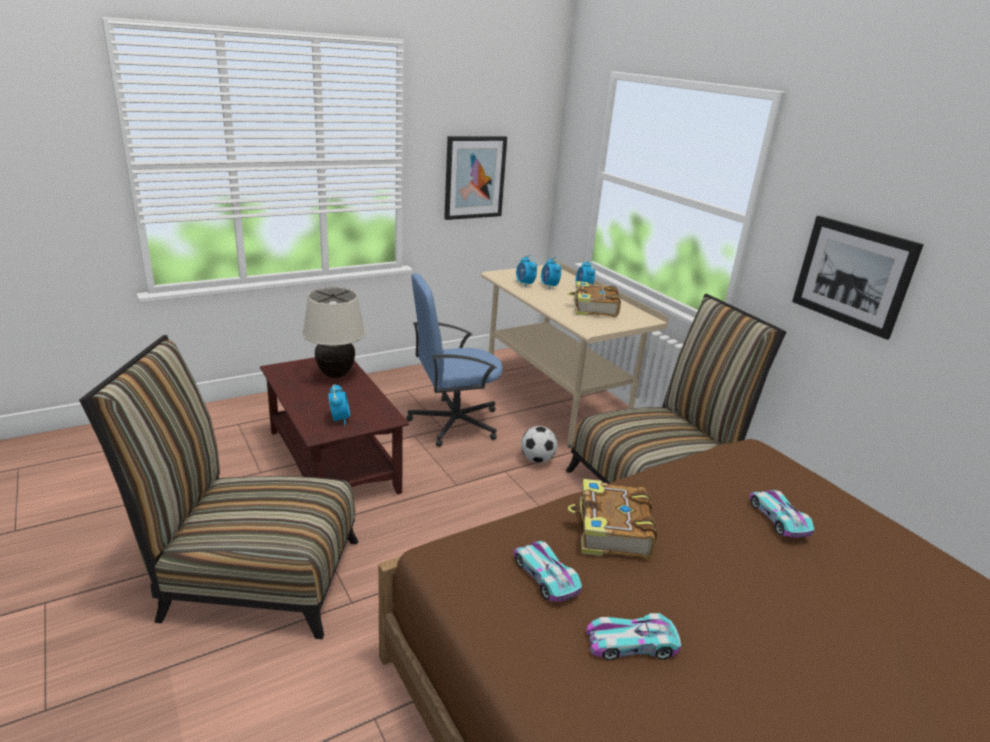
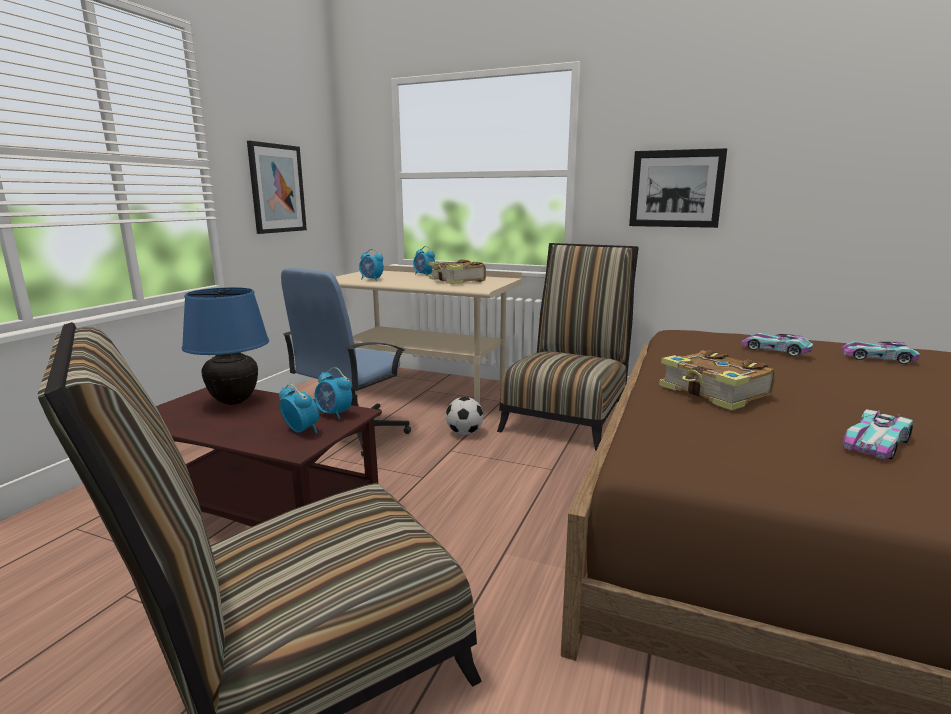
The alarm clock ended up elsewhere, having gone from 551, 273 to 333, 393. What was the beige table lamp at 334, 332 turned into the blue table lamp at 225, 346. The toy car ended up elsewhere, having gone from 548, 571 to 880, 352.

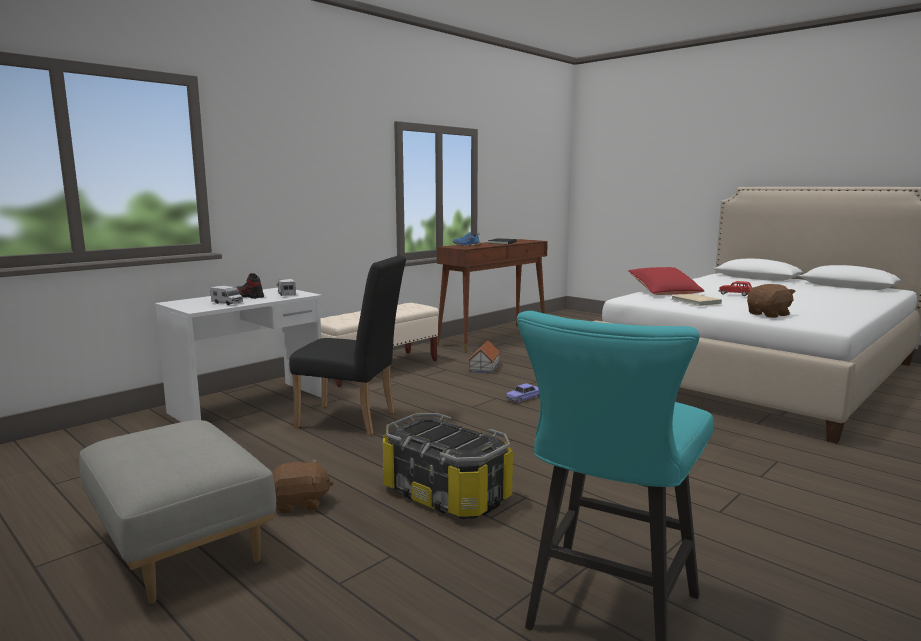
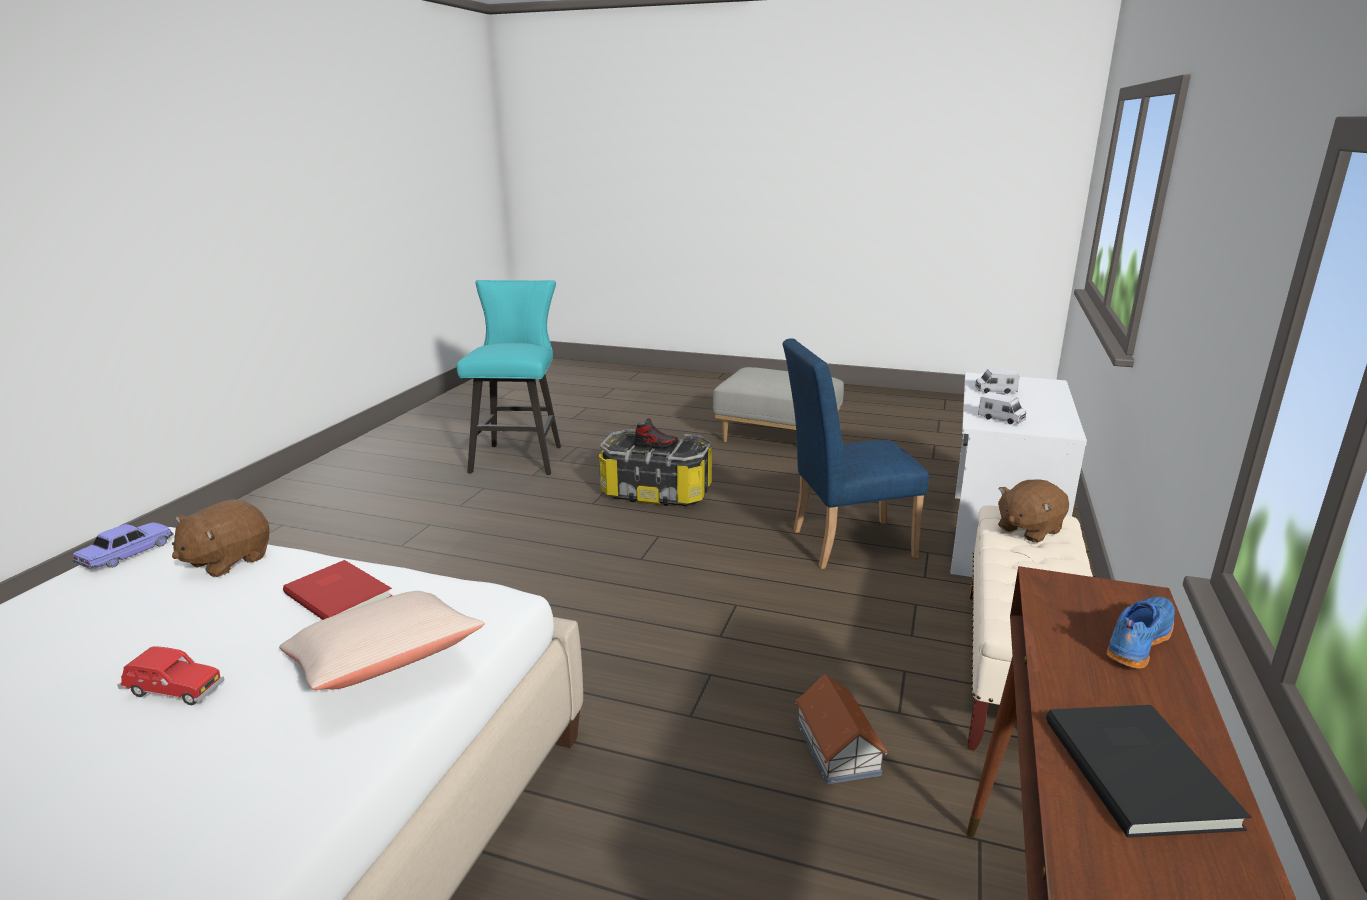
What was the black chair at 347, 345 turned into the blue chair at 855, 453. What was the red pillow at 666, 281 turned into the beige pillow at 382, 640. The shoe ended up elsewhere, having gone from 250, 286 to 655, 434. What was the beige book at 696, 300 turned into the red book at 338, 590. The toy car ended up elsewhere, having gone from 522, 393 to 123, 545. The brown plush toy ended up elsewhere, having gone from 302, 486 to 1033, 510.

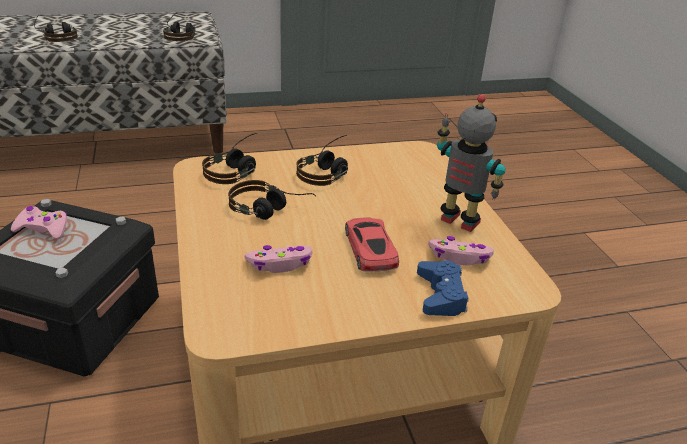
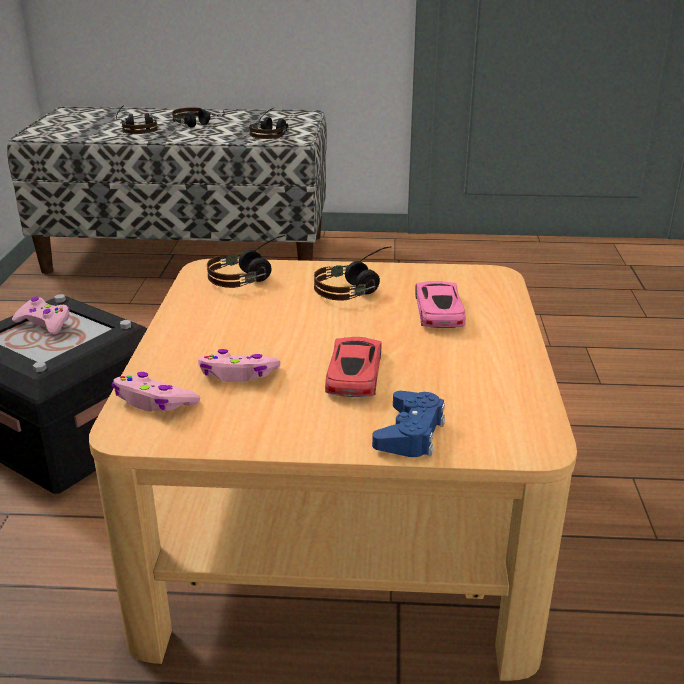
The second view lost the toy robot at 471, 163. The headphones ended up elsewhere, having gone from 272, 200 to 198, 117. The pink game controller ended up elsewhere, having gone from 461, 251 to 156, 392. The second view gained the pink toy car at 440, 304.

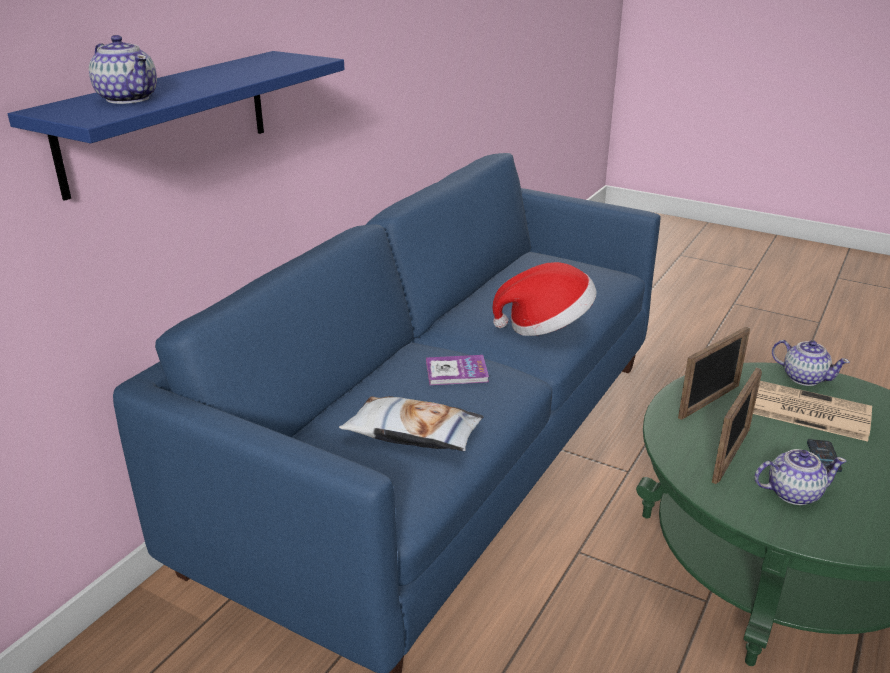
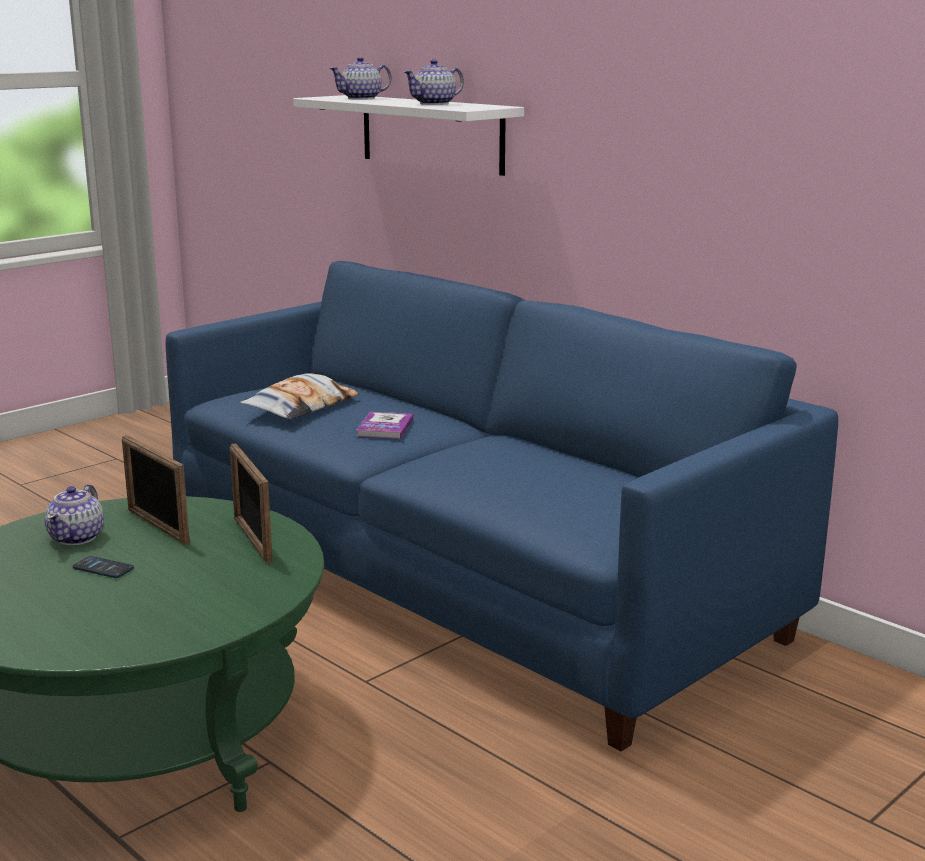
What was the blue shelf at 176, 126 turned into the white shelf at 408, 135. The second view lost the hat at 544, 299. The teapot ended up elsewhere, having gone from 811, 363 to 434, 82. The second view lost the newspaper at 812, 411.

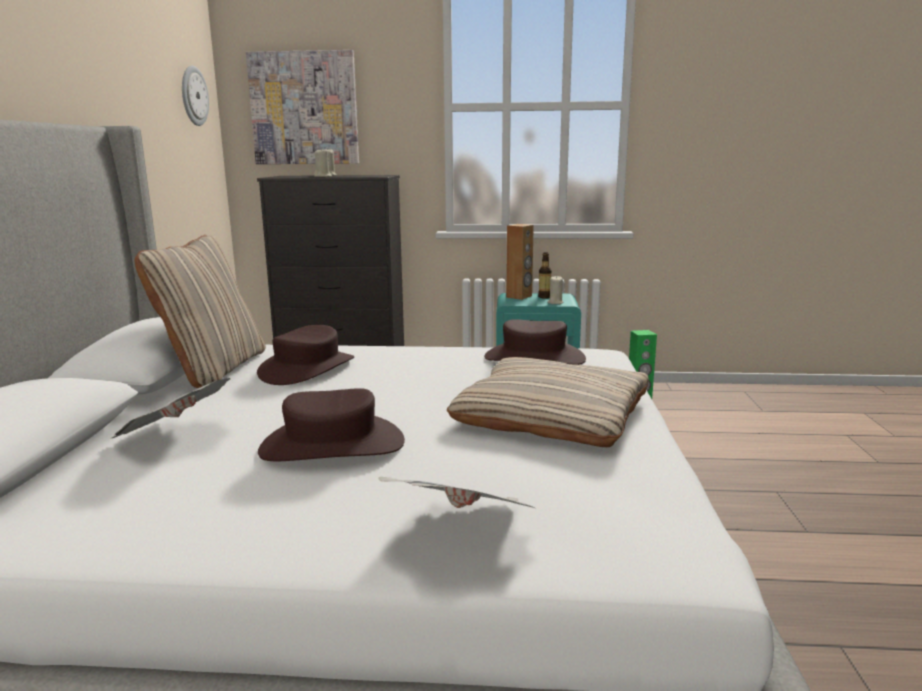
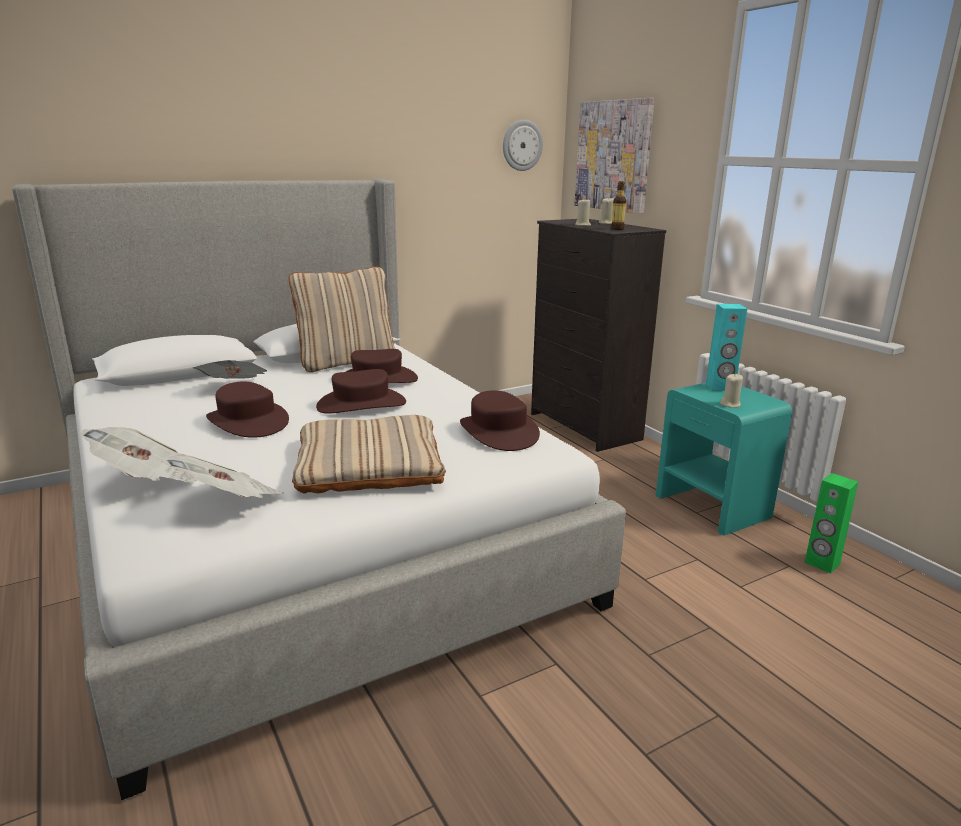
What was the brown speaker at 520, 262 turned into the turquoise speaker at 726, 347. The bottle ended up elsewhere, having gone from 544, 276 to 618, 205. The second view gained the brown hat at 361, 391. The second view gained the newspaper at 222, 476.

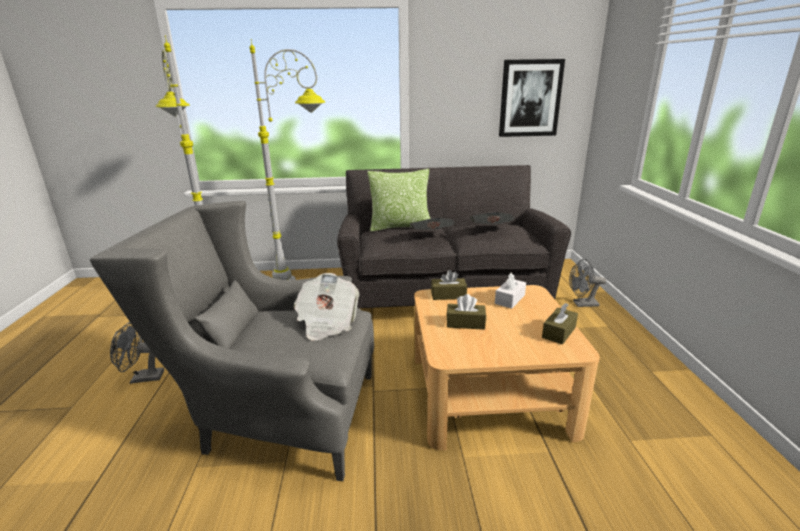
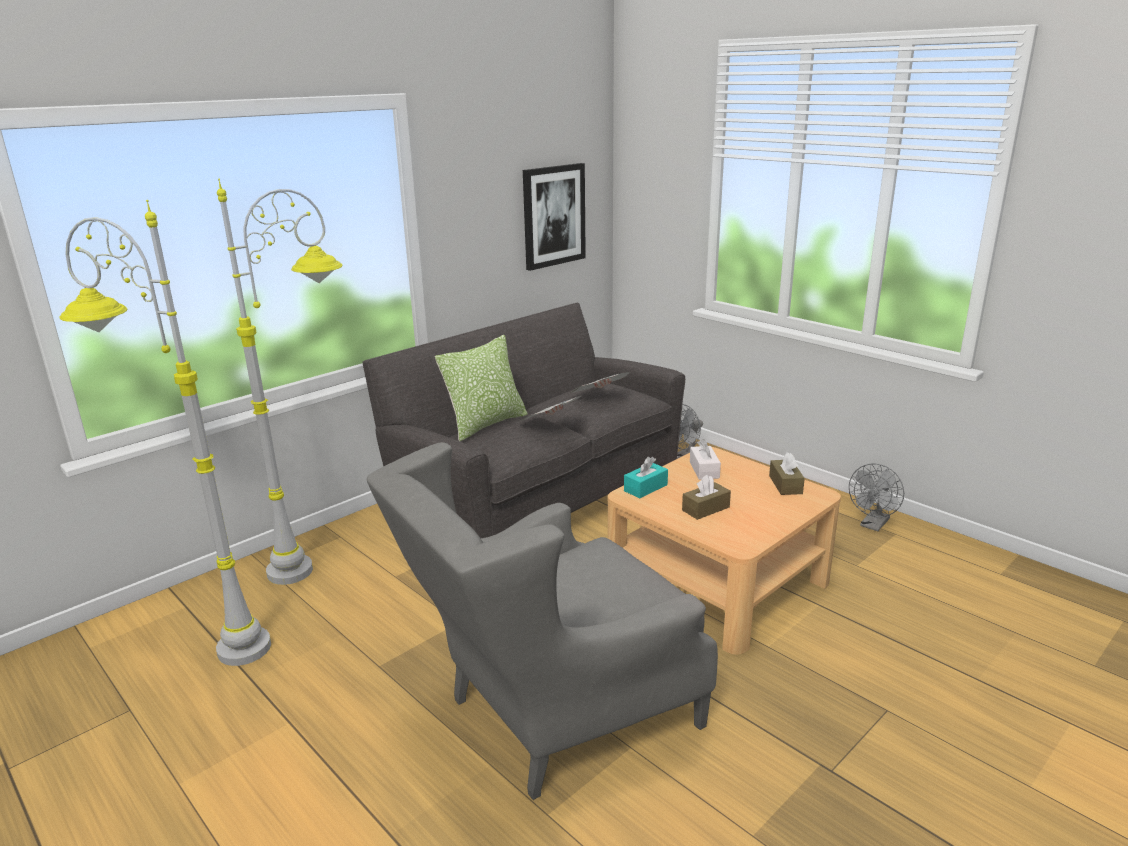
What was the brown tissue box at 449, 285 turned into the turquoise tissue box at 646, 478. The second view lost the newspaper at 327, 307. The grey fan ended up elsewhere, having gone from 137, 353 to 876, 497.

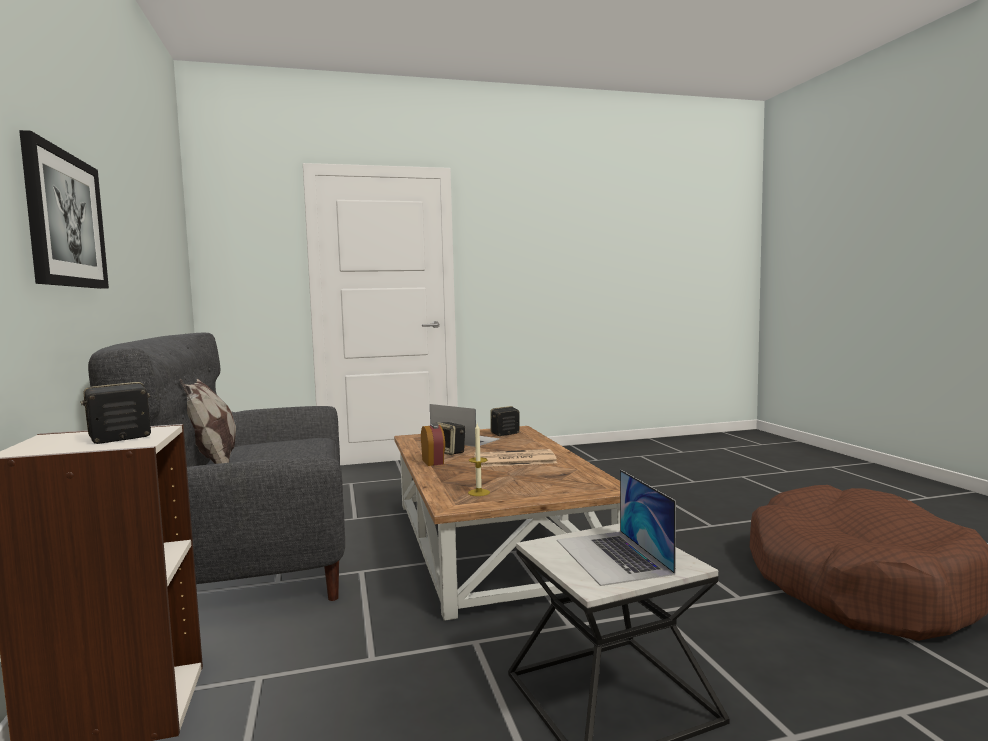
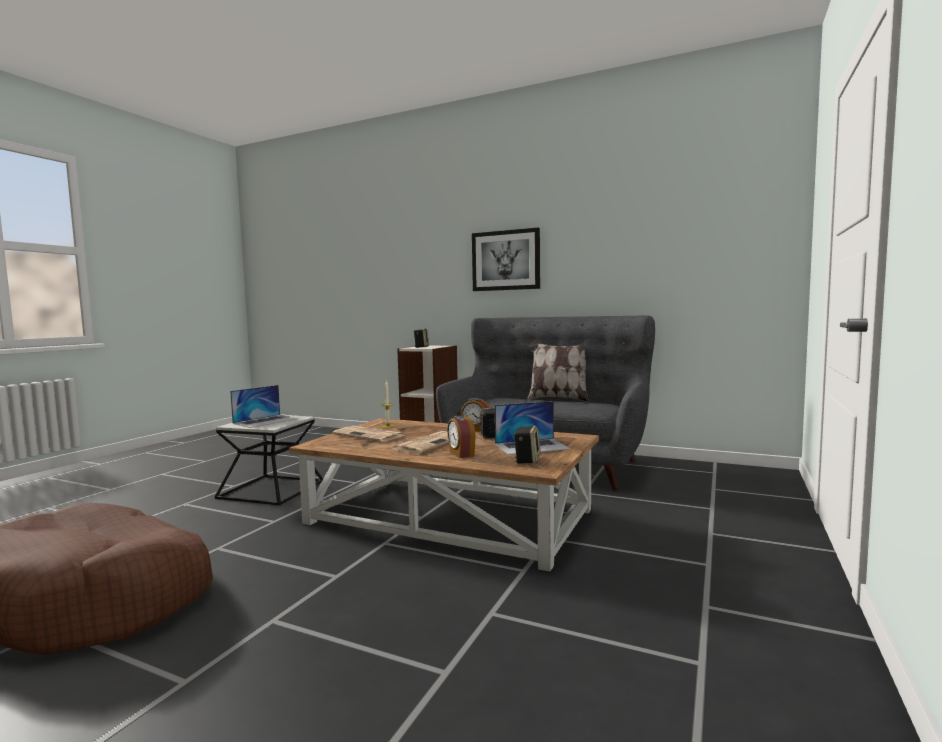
The laptop at 616, 528 ended up facing another way, 105 degrees clockwise from before. The second view gained the alarm clock at 461, 437. The second view gained the newspaper at 369, 434.

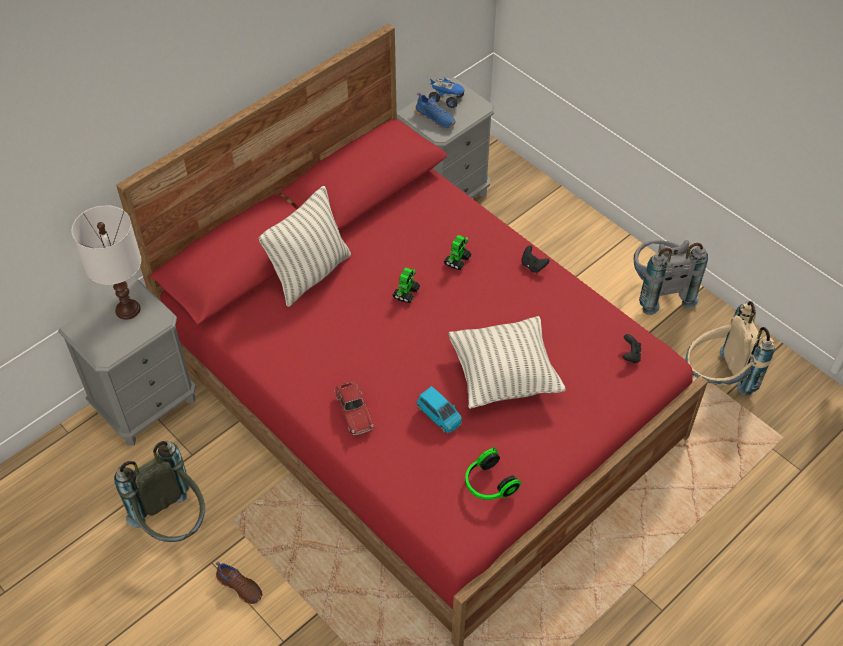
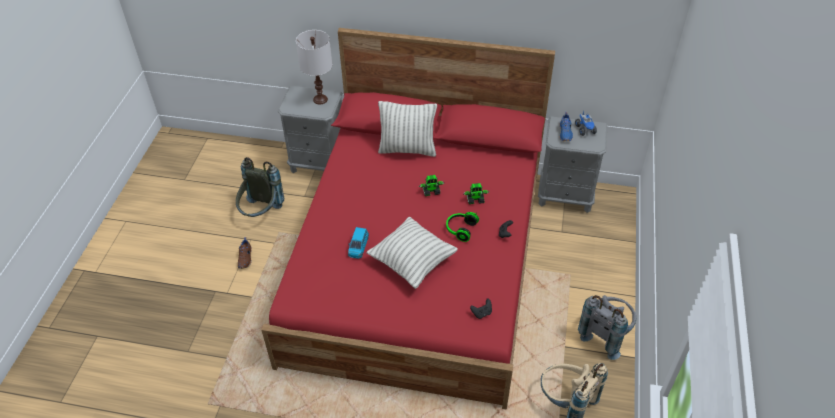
The second view lost the toy car at 354, 408. The headphones ended up elsewhere, having gone from 493, 473 to 462, 227.

